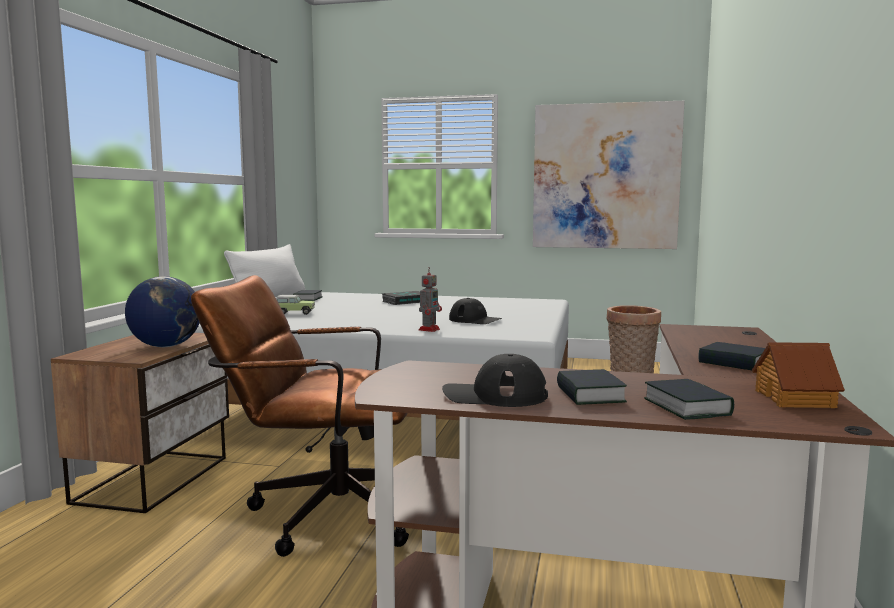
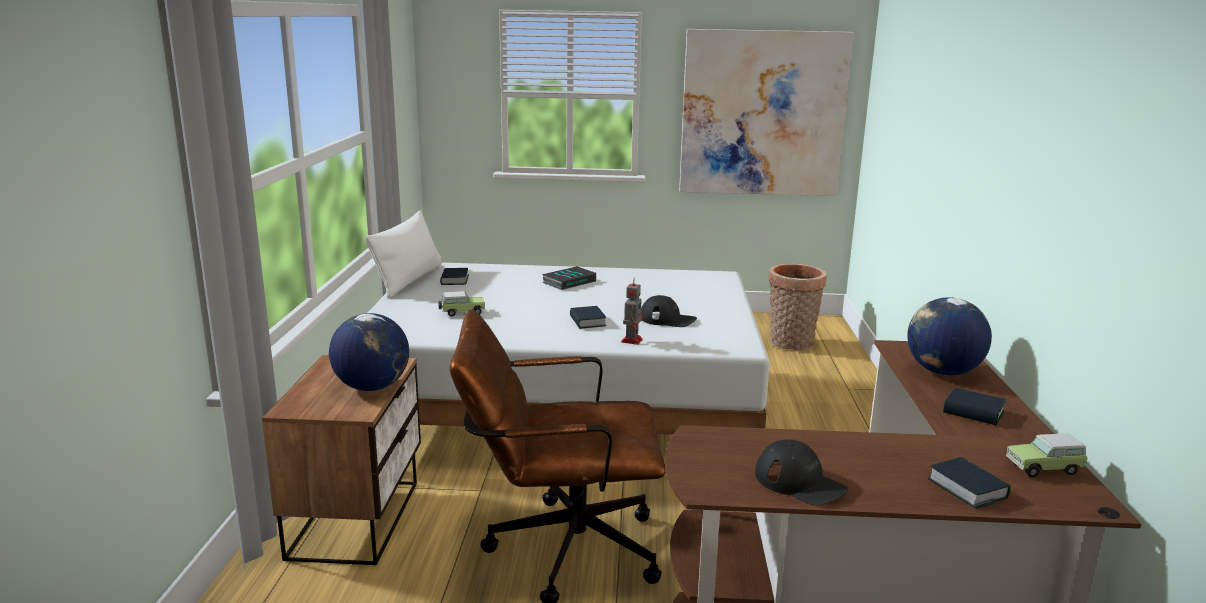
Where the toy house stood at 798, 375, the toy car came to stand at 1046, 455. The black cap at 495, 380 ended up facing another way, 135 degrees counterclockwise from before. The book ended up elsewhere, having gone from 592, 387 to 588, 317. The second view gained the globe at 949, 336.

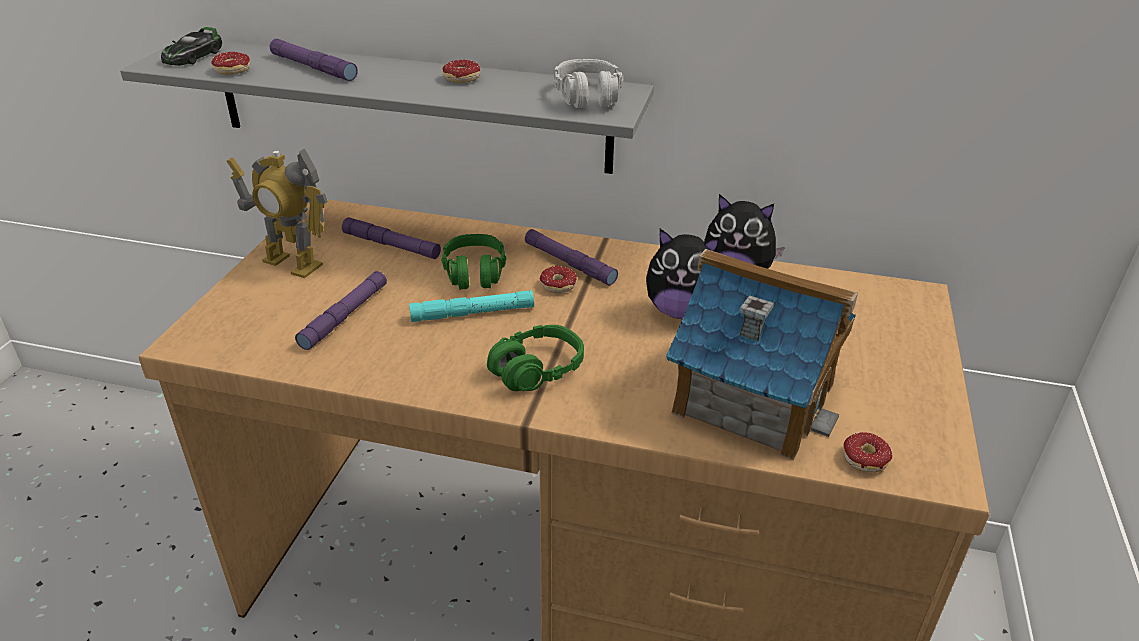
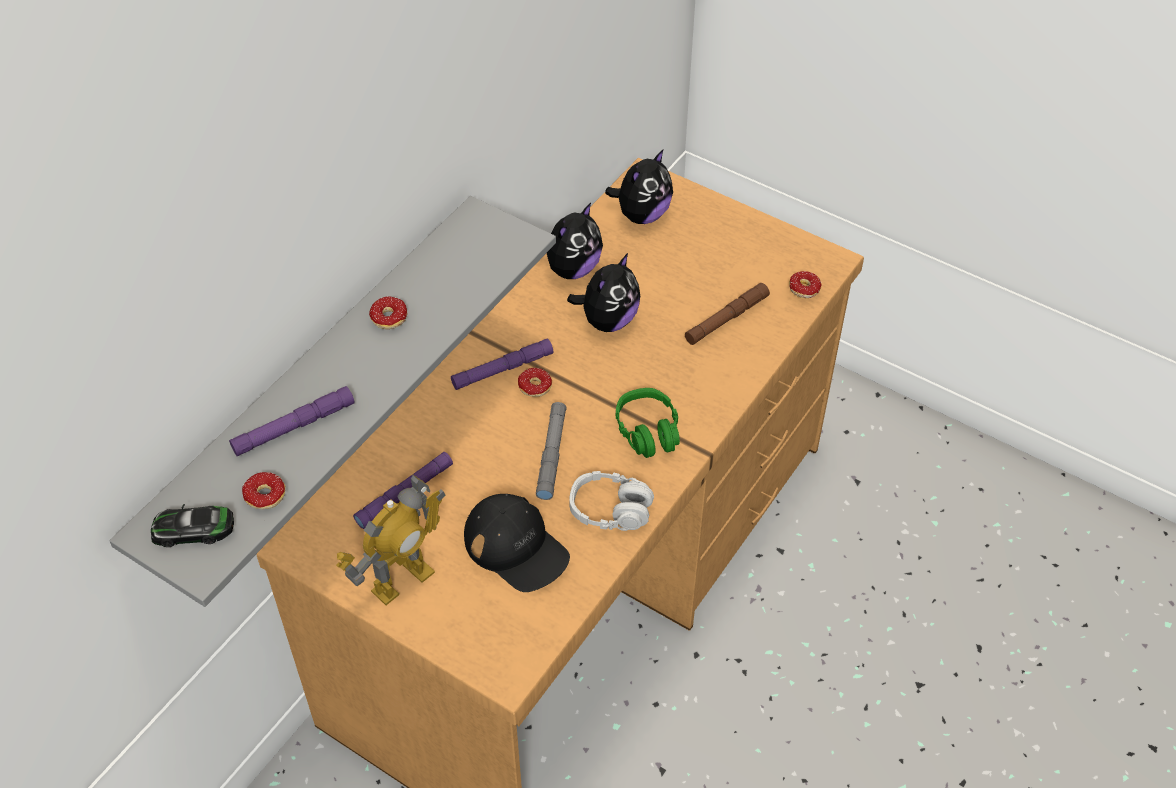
The toy car at 191, 46 ended up facing another way, 135 degrees clockwise from before. The grey headphones ended up elsewhere, having gone from 588, 83 to 611, 501. The second view lost the green headphones at 474, 262. Where the toy house stood at 762, 354, the brown flashlight came to stand at 727, 314. Where the purple flashlight stood at 341, 310, the black cap came to stand at 517, 543. What was the turquoise flashlight at 471, 306 turned into the grey flashlight at 551, 451. The second view gained the plush toy at 639, 187.

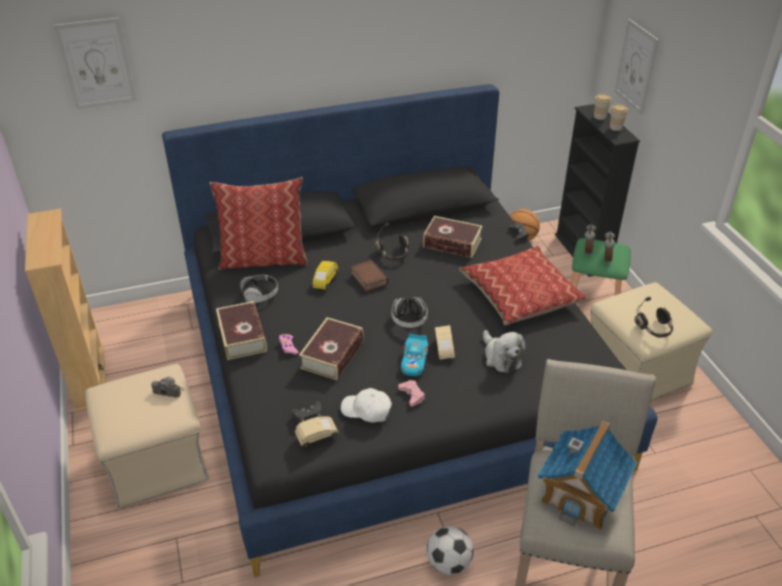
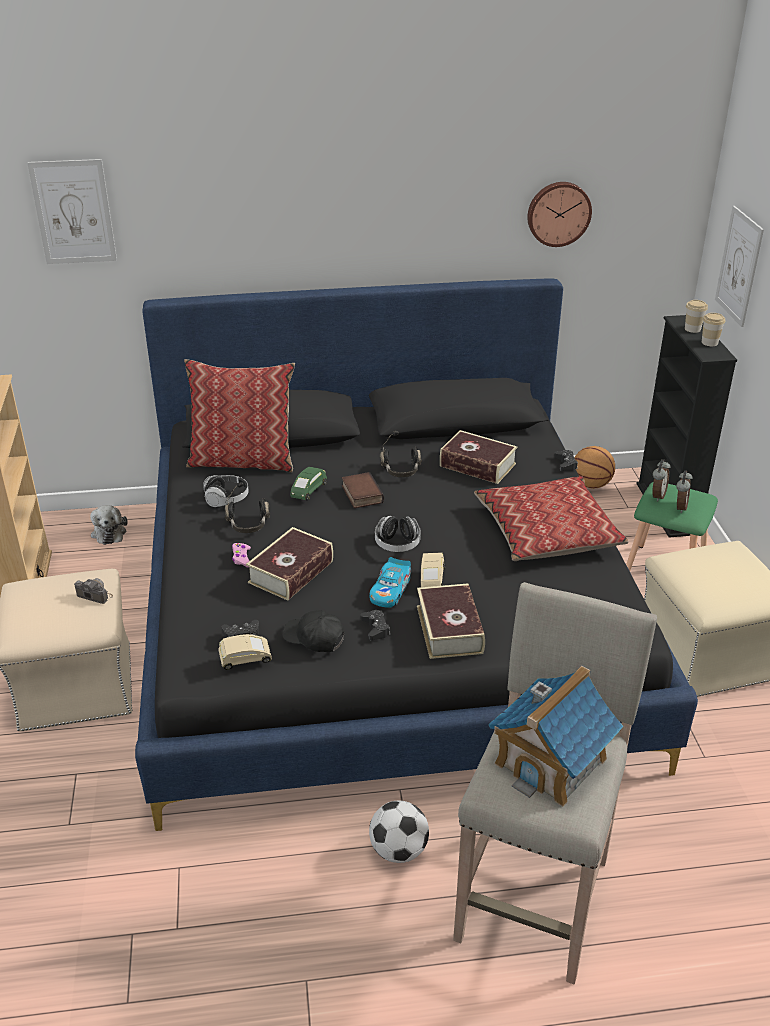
What was the yellow toy car at 325, 275 turned into the green toy car at 308, 484. The black headphones ended up elsewhere, having gone from 653, 317 to 247, 507. The book ended up elsewhere, having gone from 241, 330 to 451, 621. The plush toy ended up elsewhere, having gone from 504, 351 to 109, 525. What was the pink game controller at 411, 393 turned into the black game controller at 375, 625. What was the white cap at 366, 405 turned into the black cap at 313, 631. The second view gained the wall clock at 559, 214.

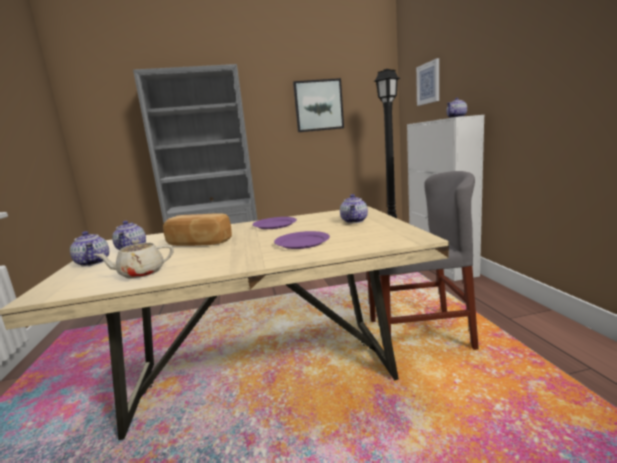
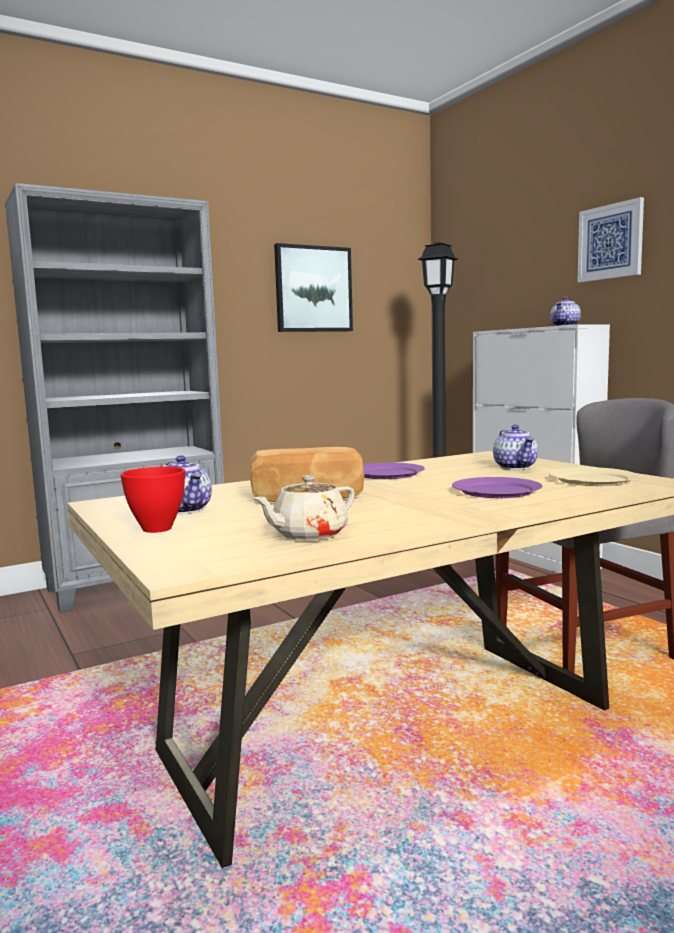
The picture ended up elsewhere, having gone from 427, 82 to 610, 240. Where the teapot stood at 89, 249, the red bowl came to stand at 152, 499. The second view gained the beige plate at 593, 476.

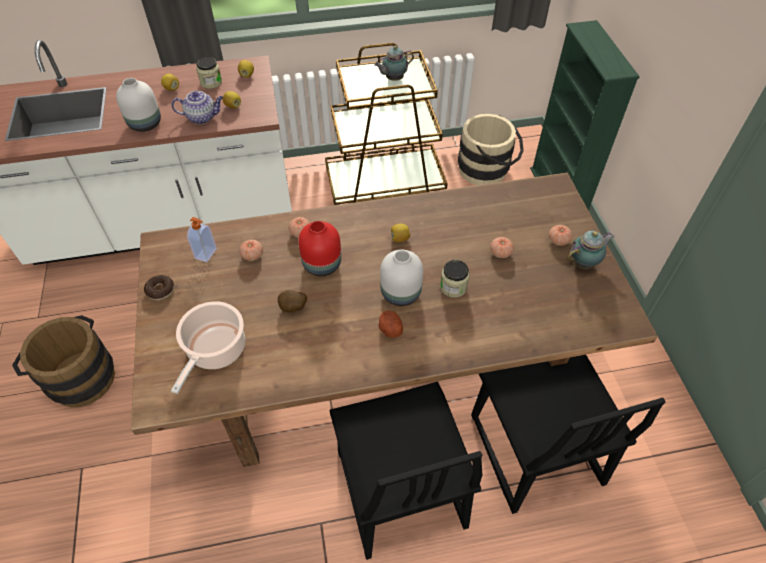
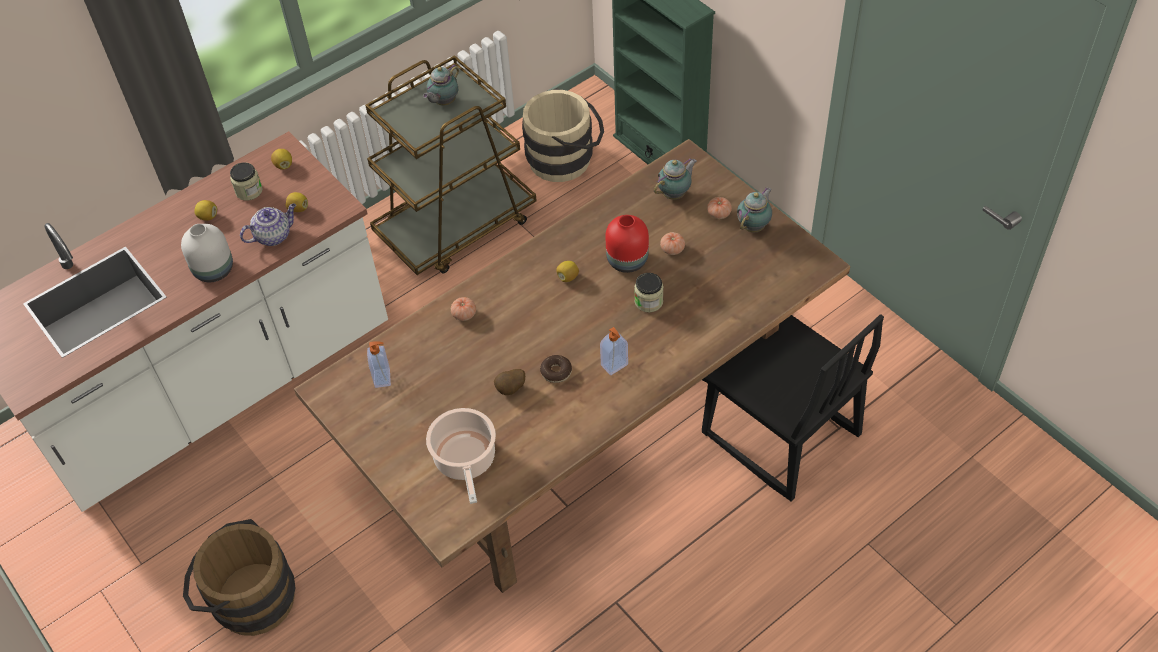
The red vase ended up elsewhere, having gone from 319, 248 to 627, 244. The second view lost the tomato at 251, 250. The second view lost the white vase at 401, 278. The donut ended up elsewhere, having gone from 159, 287 to 556, 369. Where the potato stood at 390, 324, the soap dispenser came to stand at 614, 351. The second view lost the black chair at 405, 471. The second view gained the teapot at 675, 179.

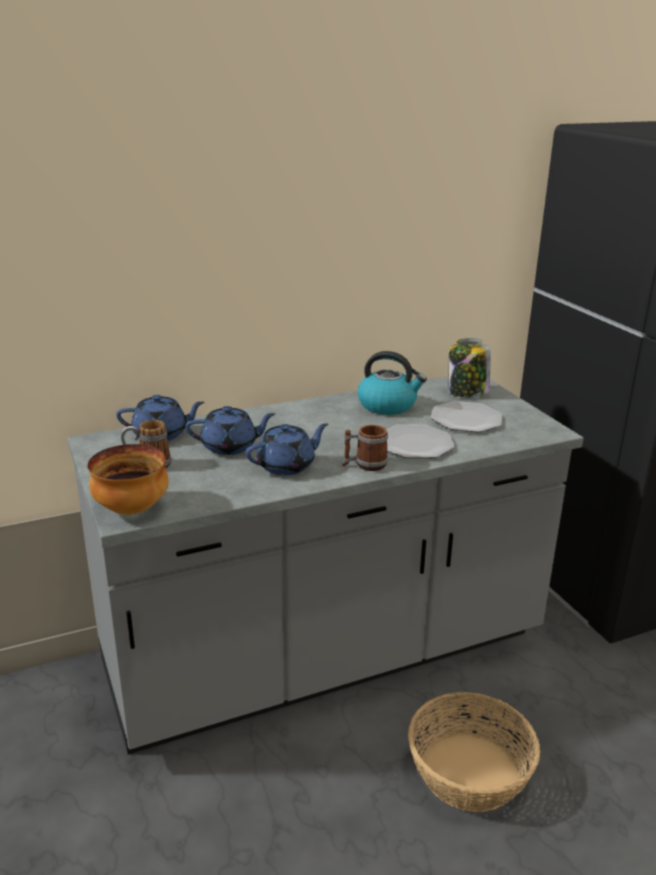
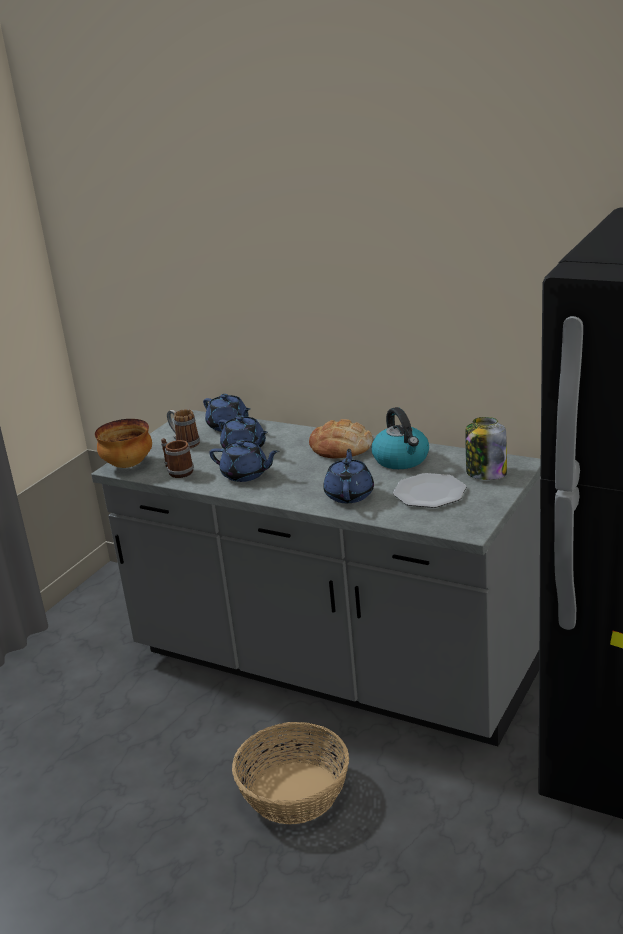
Where the plate stood at 420, 441, the blue teapot came to stand at 348, 476. The mug ended up elsewhere, having gone from 365, 448 to 177, 458. The second view gained the bread at 341, 438.

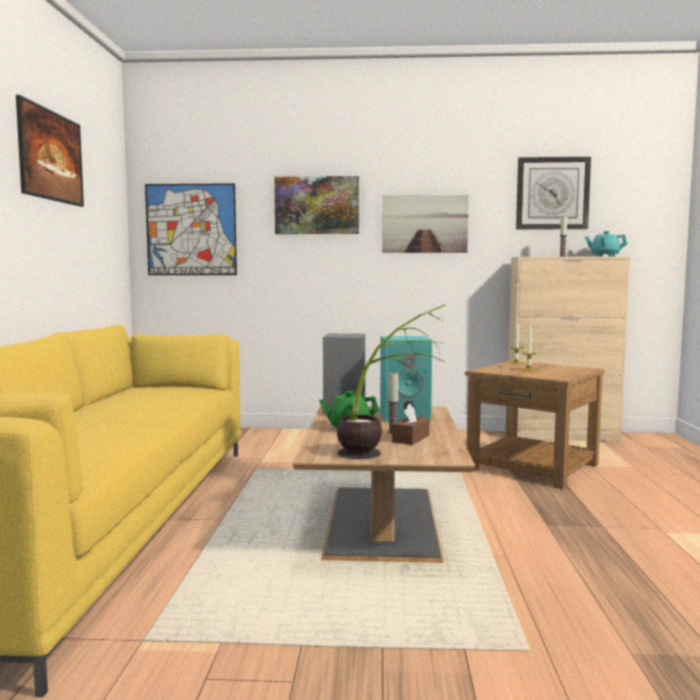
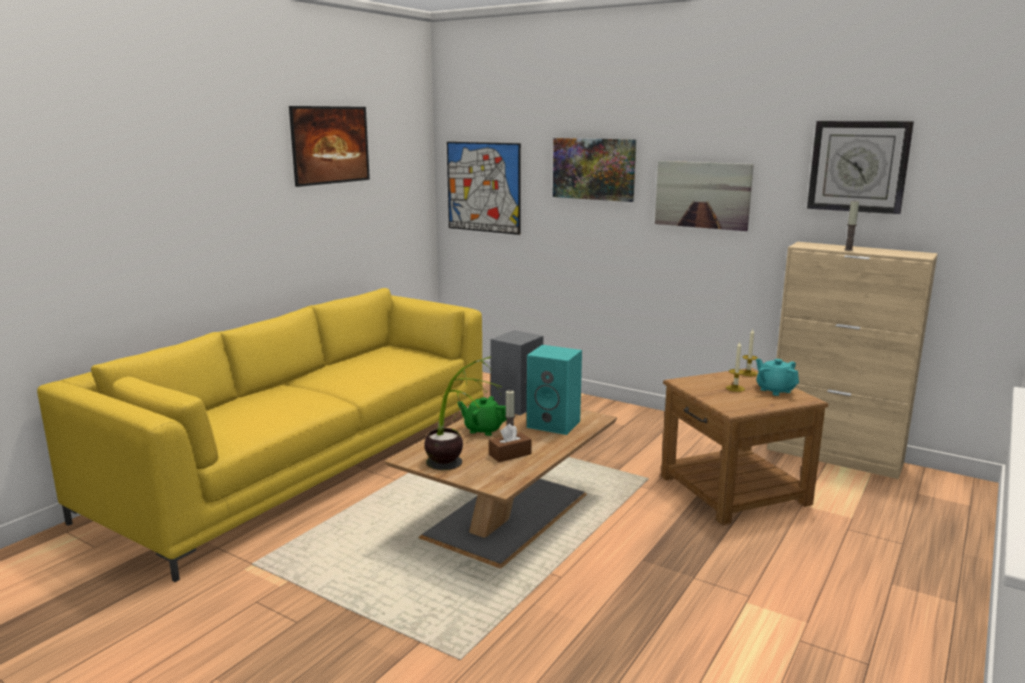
The turquoise teapot ended up elsewhere, having gone from 606, 244 to 777, 377.

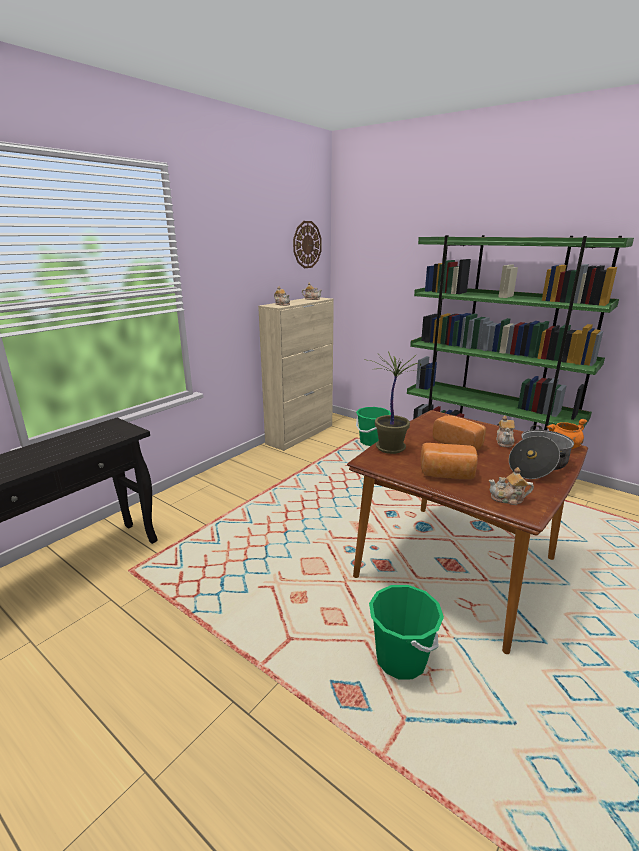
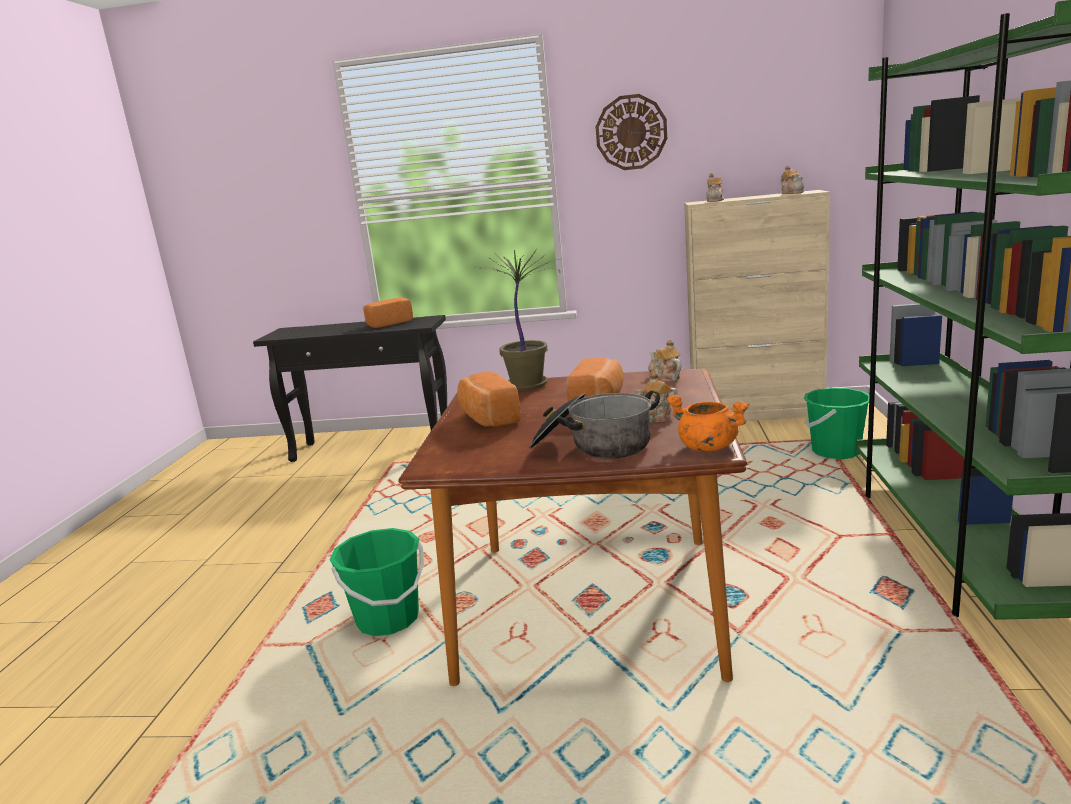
The wall clock ended up elsewhere, having gone from 307, 244 to 631, 132. The teapot ended up elsewhere, having gone from 511, 486 to 665, 360. The second view gained the bread at 388, 313.

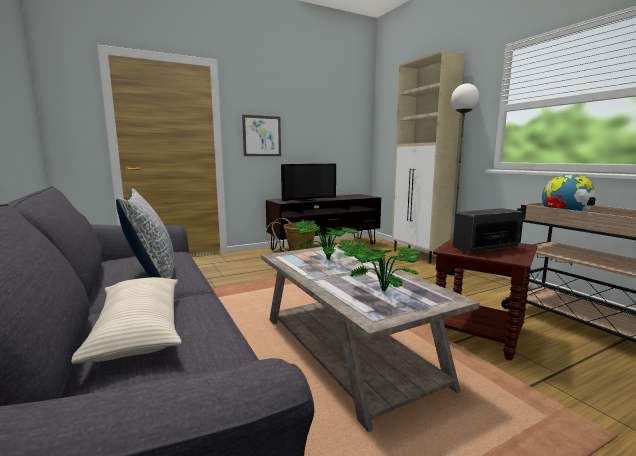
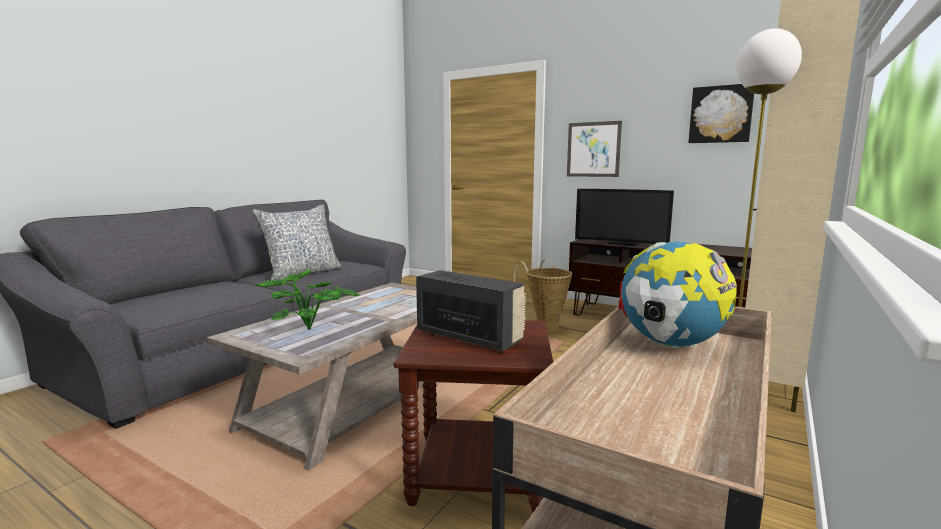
The second view lost the potted plant at 326, 240. The second view lost the beige pillow at 126, 320. The second view gained the picture at 721, 113.

